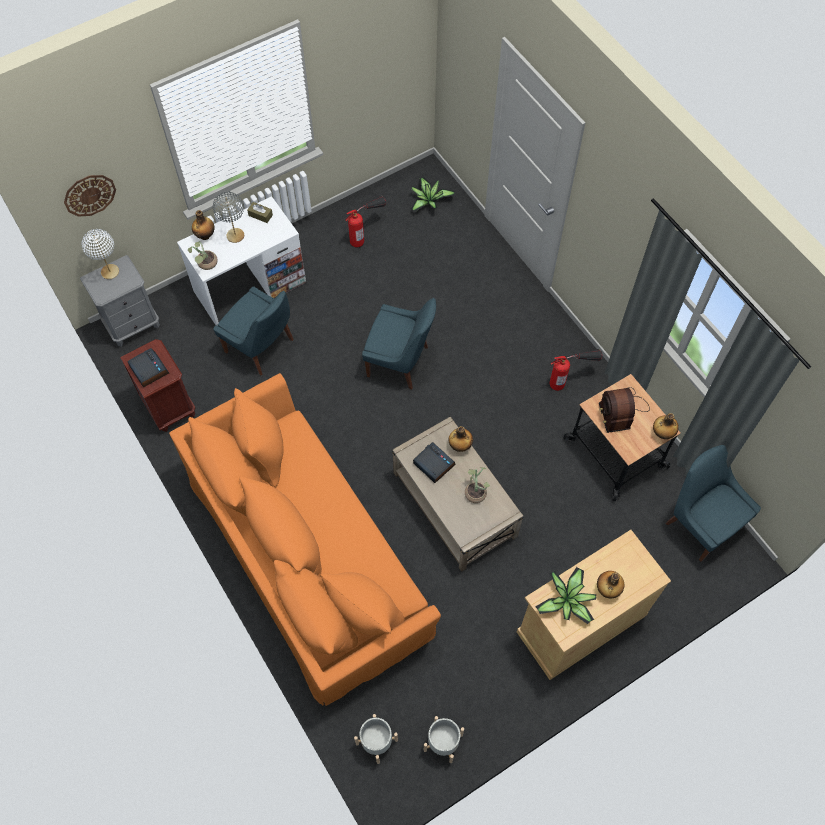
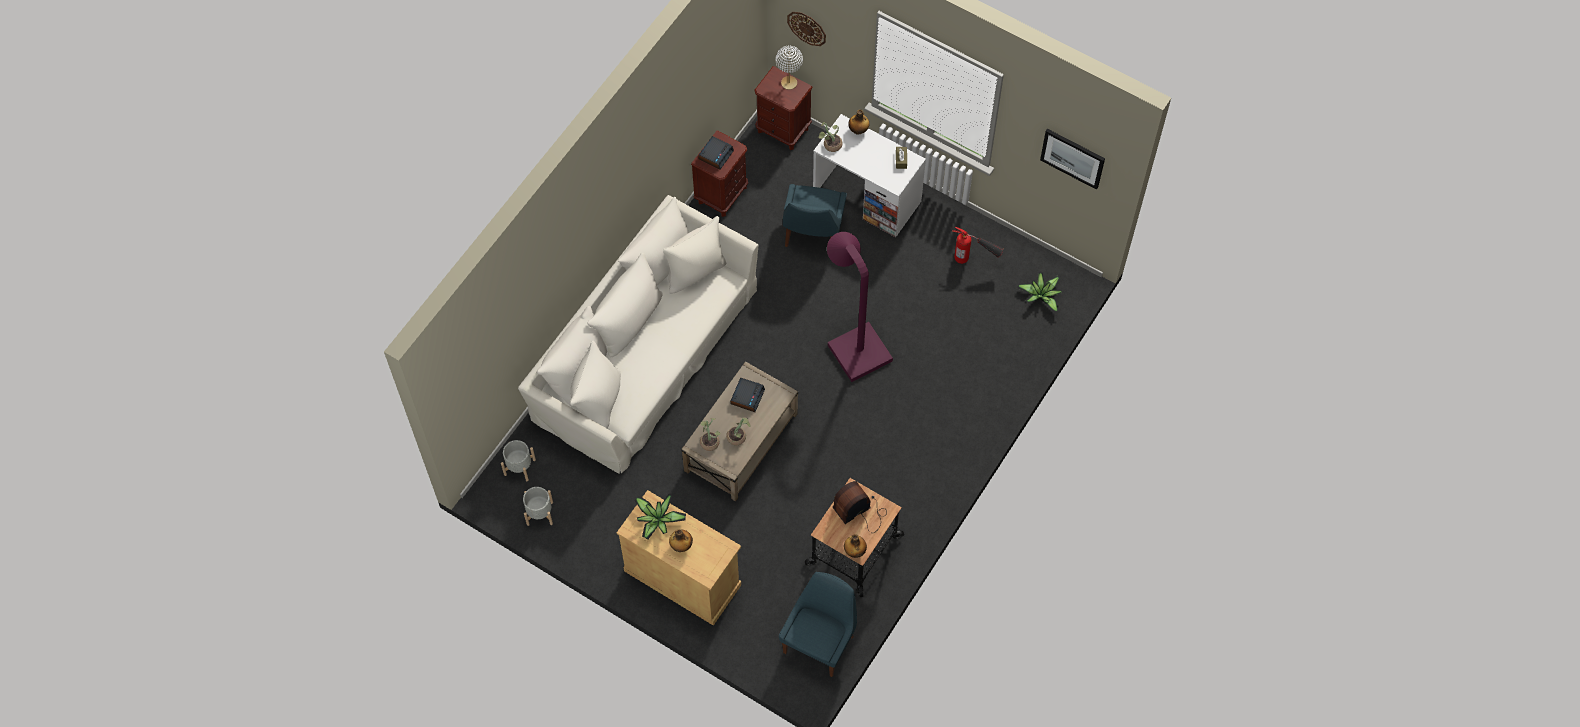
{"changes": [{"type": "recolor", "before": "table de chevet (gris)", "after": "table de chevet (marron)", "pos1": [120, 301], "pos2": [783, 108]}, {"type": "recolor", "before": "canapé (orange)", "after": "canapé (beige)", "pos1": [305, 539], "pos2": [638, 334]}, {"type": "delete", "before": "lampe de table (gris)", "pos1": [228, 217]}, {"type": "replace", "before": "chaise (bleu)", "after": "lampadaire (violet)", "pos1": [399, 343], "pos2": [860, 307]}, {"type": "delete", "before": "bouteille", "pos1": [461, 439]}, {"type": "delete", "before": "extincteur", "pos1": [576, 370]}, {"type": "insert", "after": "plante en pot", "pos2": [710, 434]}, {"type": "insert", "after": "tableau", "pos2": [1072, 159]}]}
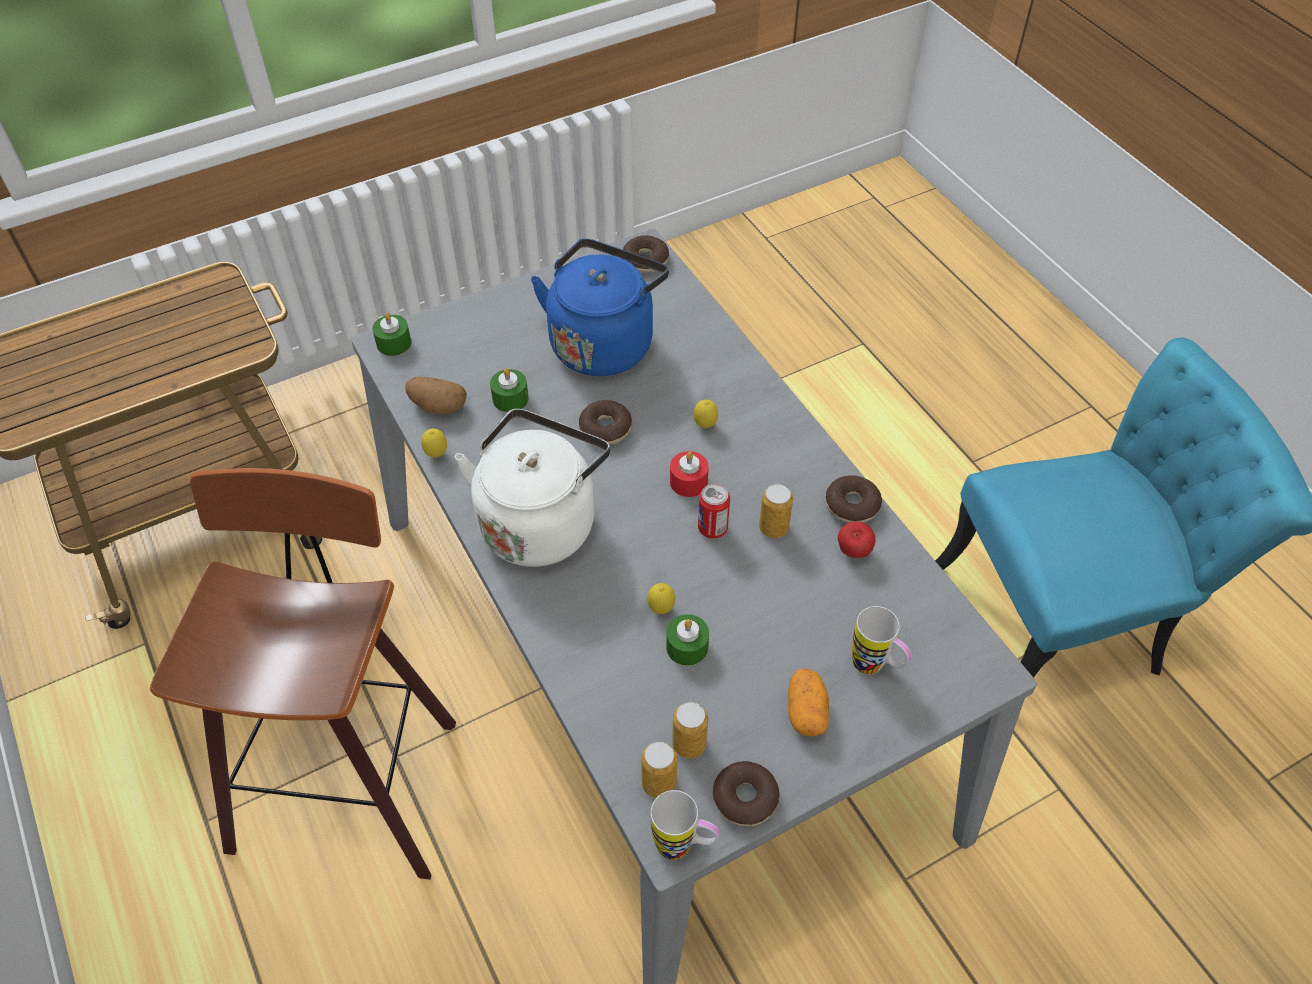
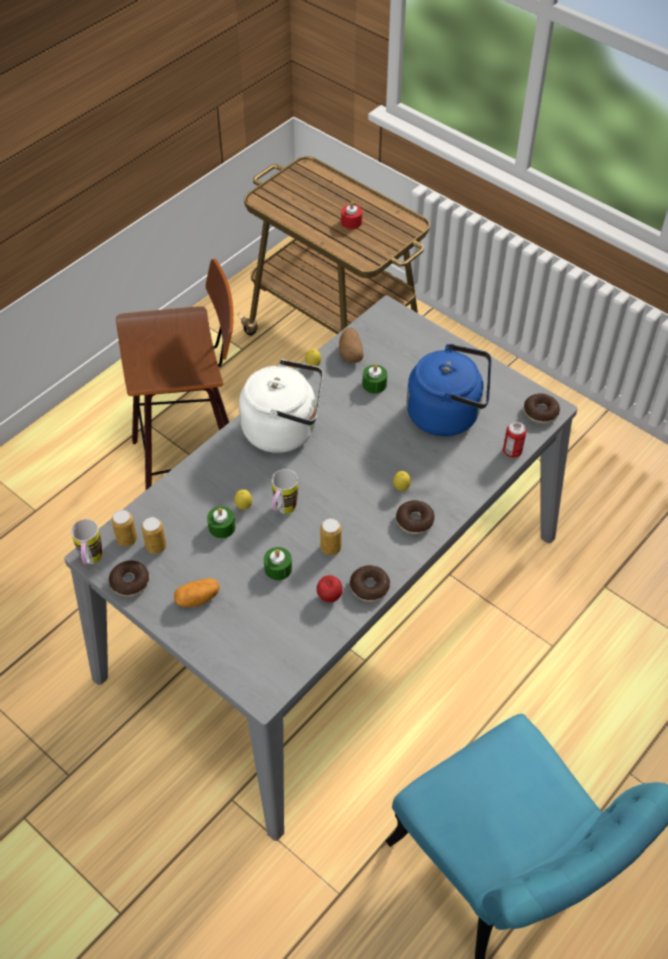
{"changes": [{"type": "move", "before": "bougie (vert)", "pos1": [391, 334], "pos2": [278, 563]}, {"type": "move", "before": "beignet", "pos1": [605, 422], "pos2": [415, 517]}, {"type": "move", "before": "bougie (rouge)", "pos1": [689, 474], "pos2": [351, 215]}, {"type": "move", "before": "boîte métallique", "pos1": [714, 511], "pos2": [515, 439]}, {"type": "move", "before": "mug", "pos1": [881, 640], "pos2": [285, 491]}]}
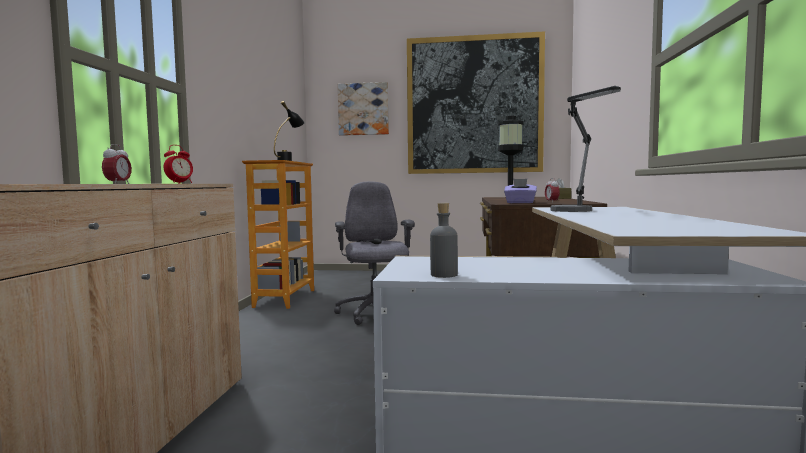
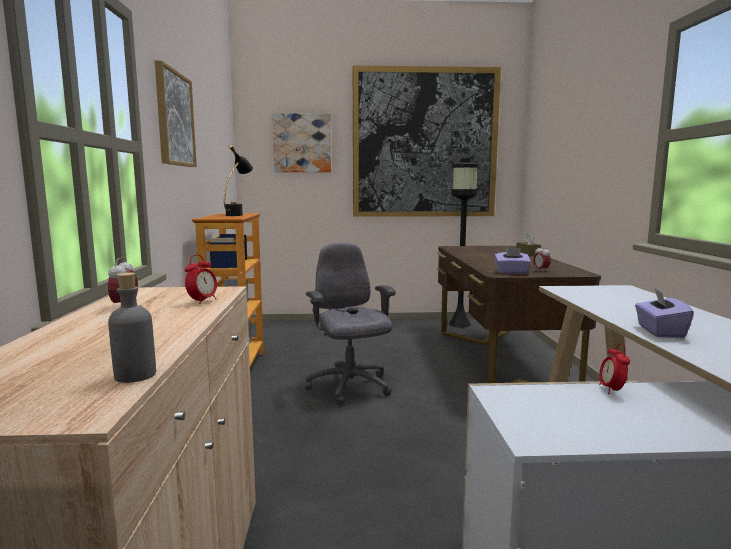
{"changes": [{"type": "move", "before": "bouteille (gris)", "pos1": [444, 240], "pos2": [132, 328]}, {"type": "delete", "before": "lampe de table", "pos1": [586, 149]}, {"type": "insert", "after": "tableau", "pos2": [176, 113]}, {"type": "insert", "after": "réveil", "pos2": [614, 369]}, {"type": "insert", "after": "boîte à mouchoirs (violet)", "pos2": [664, 313]}]}
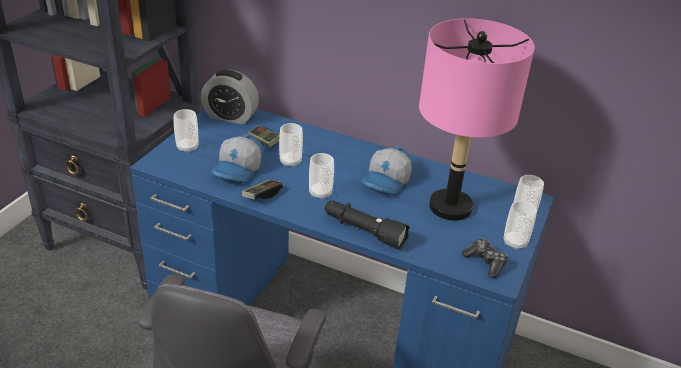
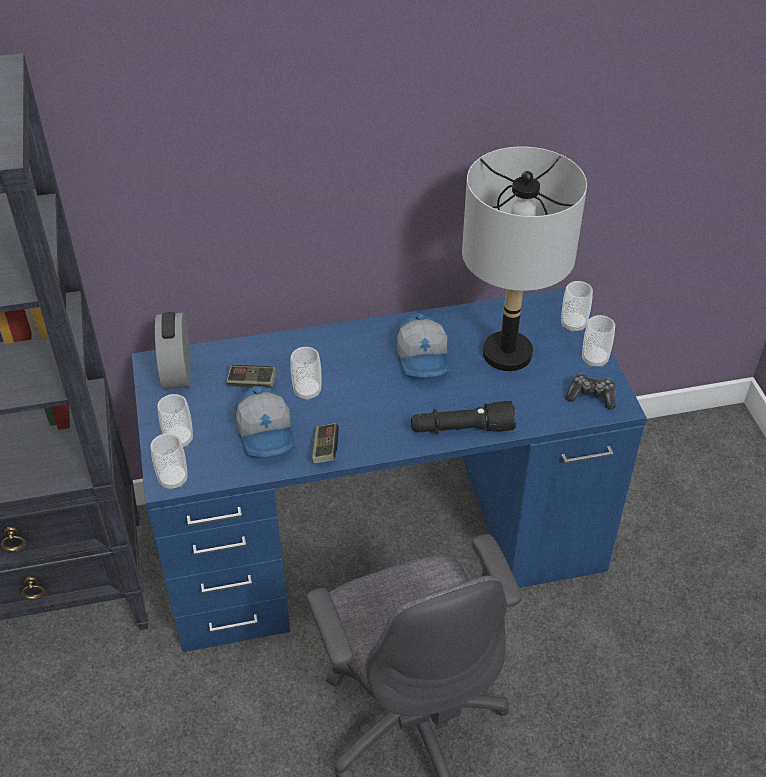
{"changes": [{"type": "rotate", "before": "réveil", "pos1": [230, 97], "pos2": [172, 350], "turn": 105}, {"type": "move", "before": "tasse", "pos1": [321, 176], "pos2": [169, 461]}, {"type": "recolor", "before": "lampe de table (rose)", "after": "lampe de table (gris)", "pos1": [477, 119], "pos2": [524, 258]}]}
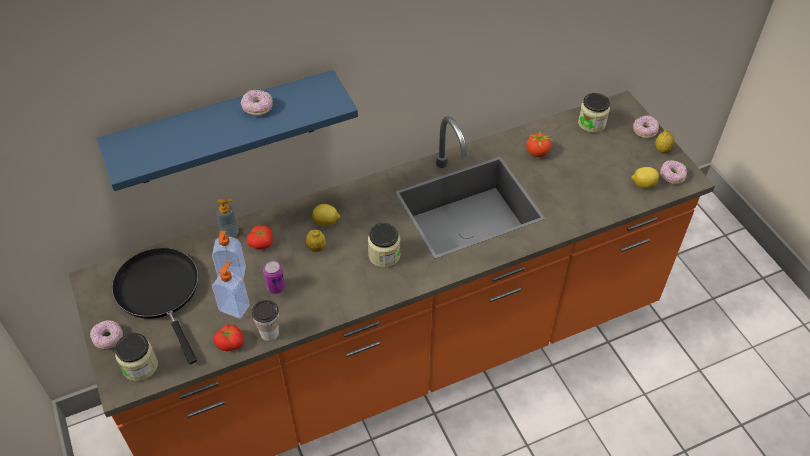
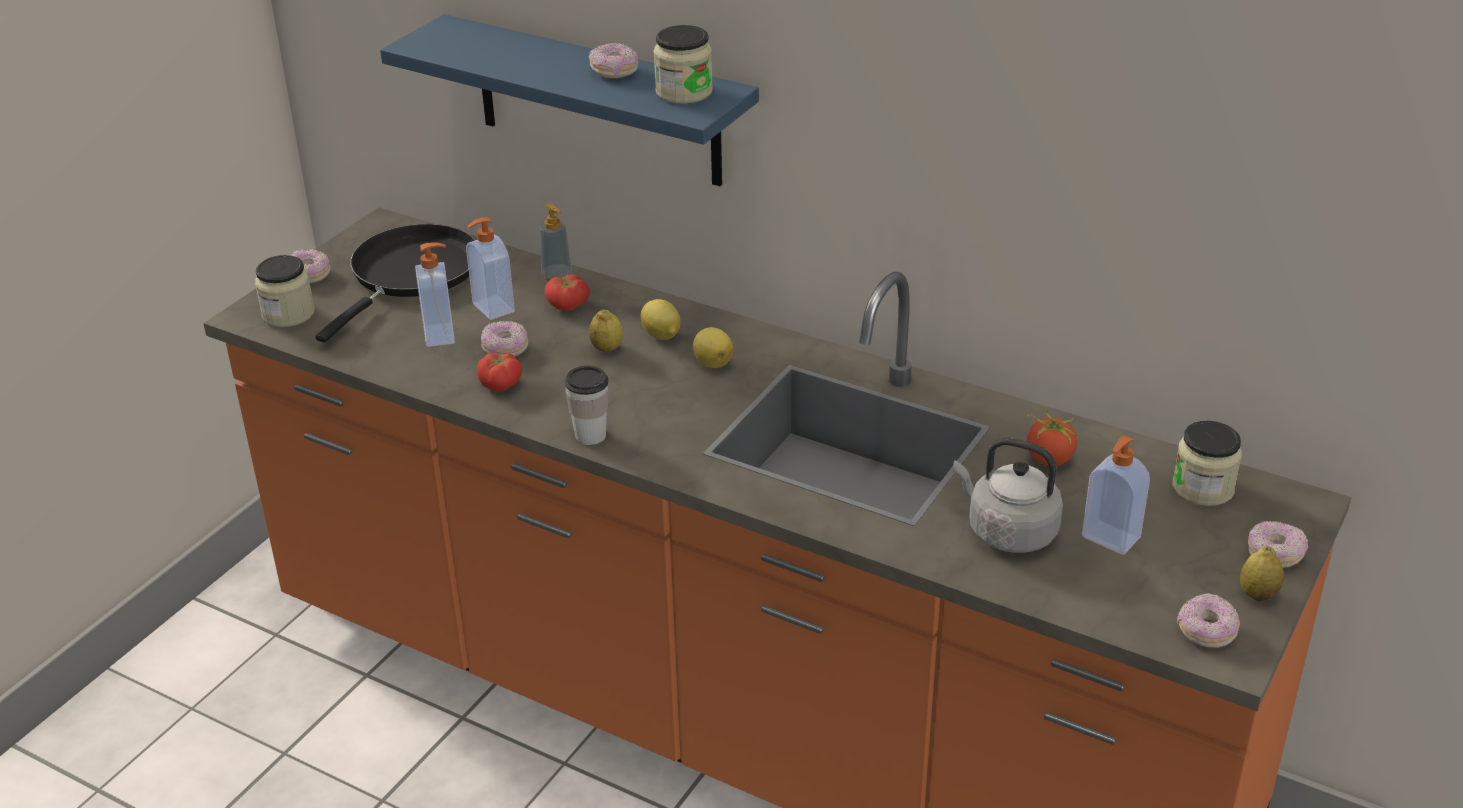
{"changes": [{"type": "move", "before": "tomate", "pos1": [228, 337], "pos2": [499, 372]}, {"type": "move", "before": "tasse", "pos1": [265, 320], "pos2": [587, 405]}, {"type": "replace", "before": "boîte métallique", "after": "beignet", "pos1": [274, 277], "pos2": [504, 338]}, {"type": "move", "before": "bocal", "pos1": [384, 245], "pos2": [683, 64]}, {"type": "move", "before": "citron", "pos1": [645, 178], "pos2": [713, 347]}, {"type": "insert", "after": "bouilloire (gris)", "pos2": [1008, 495]}, {"type": "insert", "after": "distributeur de savon", "pos2": [1116, 495]}]}
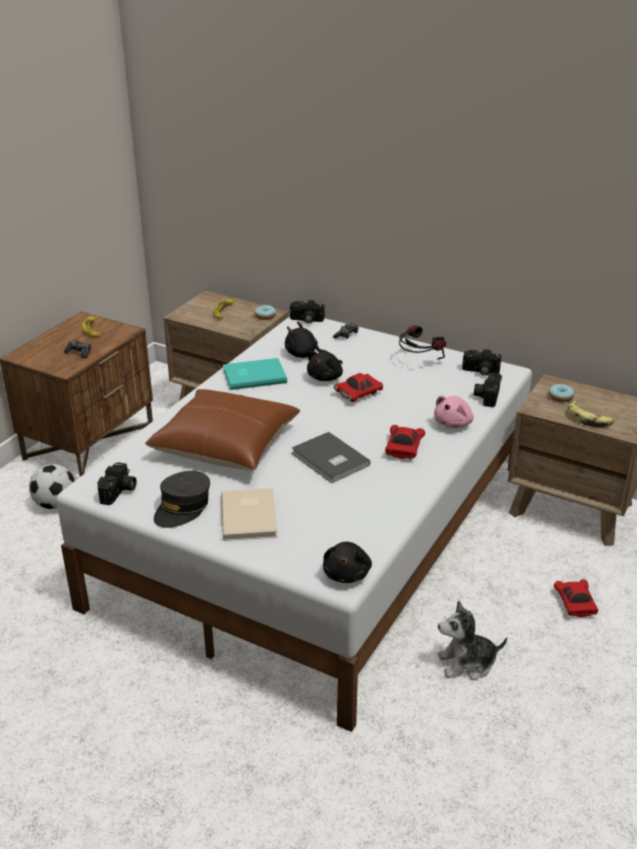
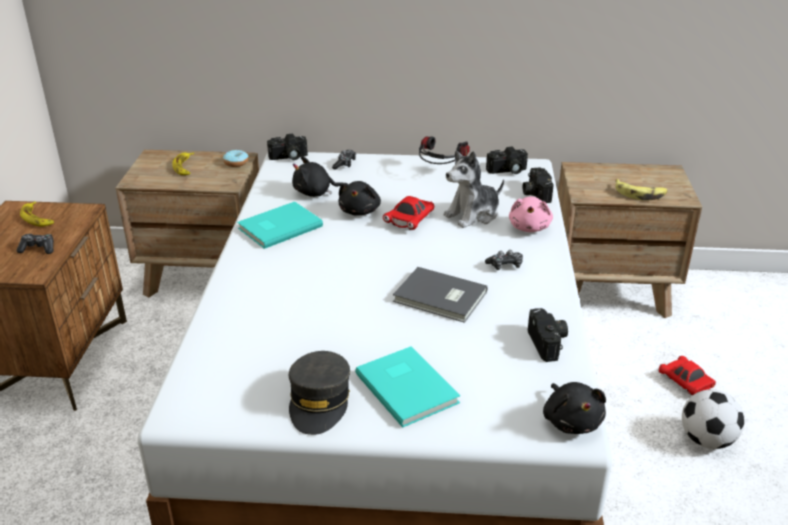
{"changes": [{"type": "move", "before": "ballon de foot", "pos1": [52, 486], "pos2": [713, 419]}, {"type": "move", "before": "appareil photo", "pos1": [117, 483], "pos2": [548, 335]}, {"type": "delete", "before": "coussin (marron)", "pos1": [222, 429]}, {"type": "recolor", "before": "livre (beige)", "after": "livre (turquoise)", "pos1": [249, 514], "pos2": [407, 387]}, {"type": "replace", "before": "petite voiture (rouge)", "after": "manette", "pos1": [405, 442], "pos2": [504, 260]}, {"type": "move", "before": "peluche", "pos1": [472, 640], "pos2": [473, 189]}, {"type": "delete", "before": "beignet", "pos1": [561, 393]}]}
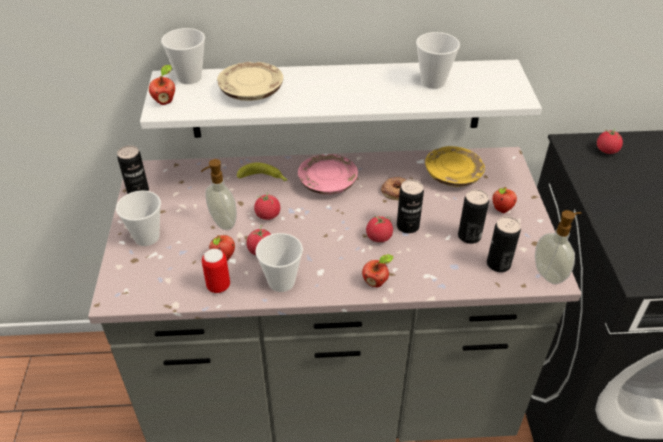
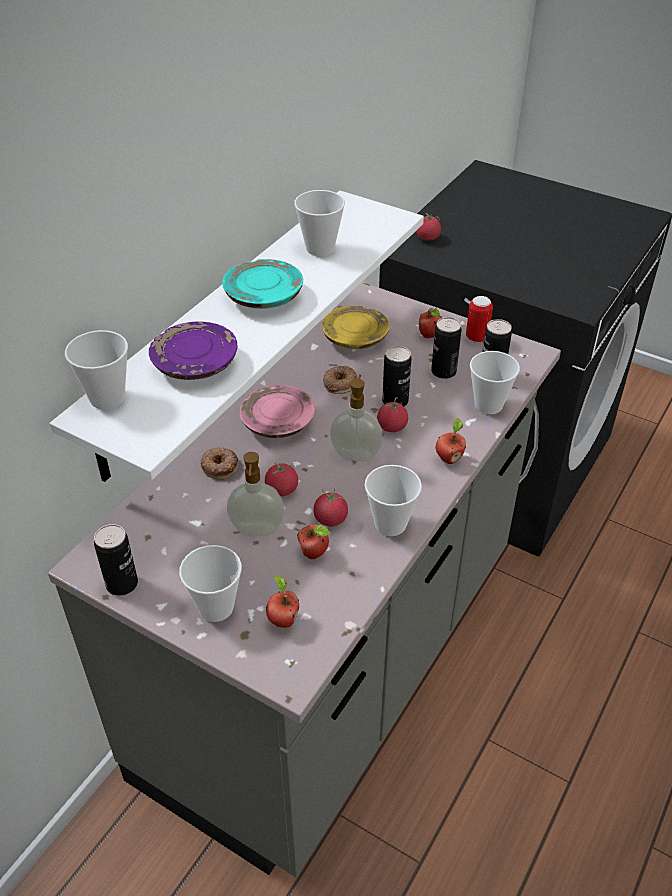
{"changes": [{"type": "move", "before": "pomme", "pos1": [162, 85], "pos2": [282, 601]}, {"type": "move", "before": "boîte métallique", "pos1": [216, 271], "pos2": [479, 319]}, {"type": "recolor", "before": "assiette (beige)", "after": "assiette (violet)", "pos1": [250, 81], "pos2": [193, 351]}, {"type": "replace", "before": "banane", "after": "beignet", "pos1": [262, 171], "pos2": [219, 463]}, {"type": "move", "before": "distributeur de savon", "pos1": [558, 247], "pos2": [356, 418]}, {"type": "insert", "after": "assiette (turquoise)", "pos2": [262, 284]}, {"type": "insert", "after": "tasse", "pos2": [495, 382]}]}
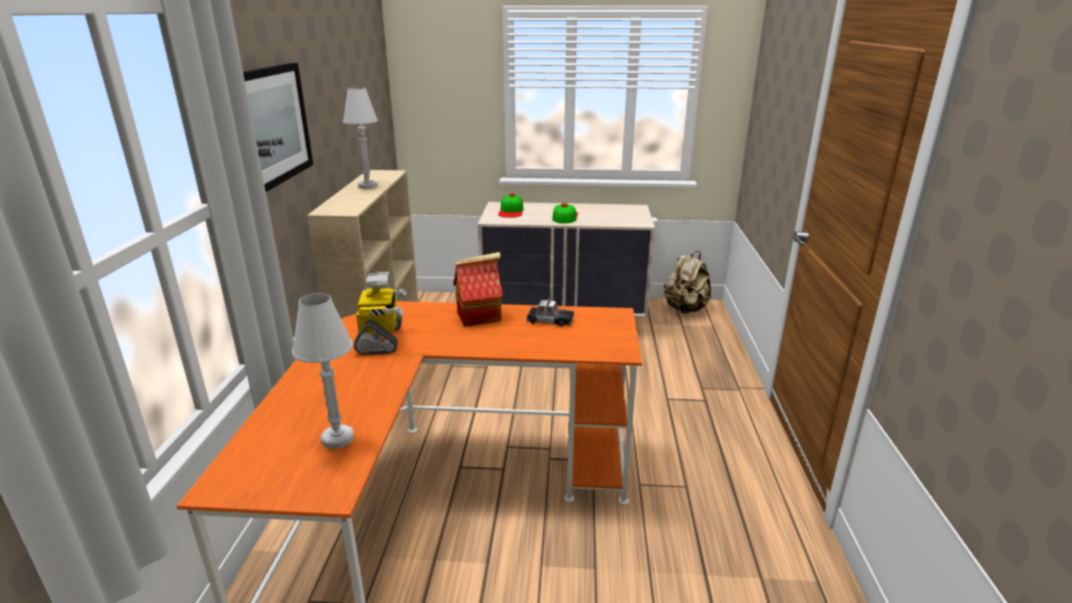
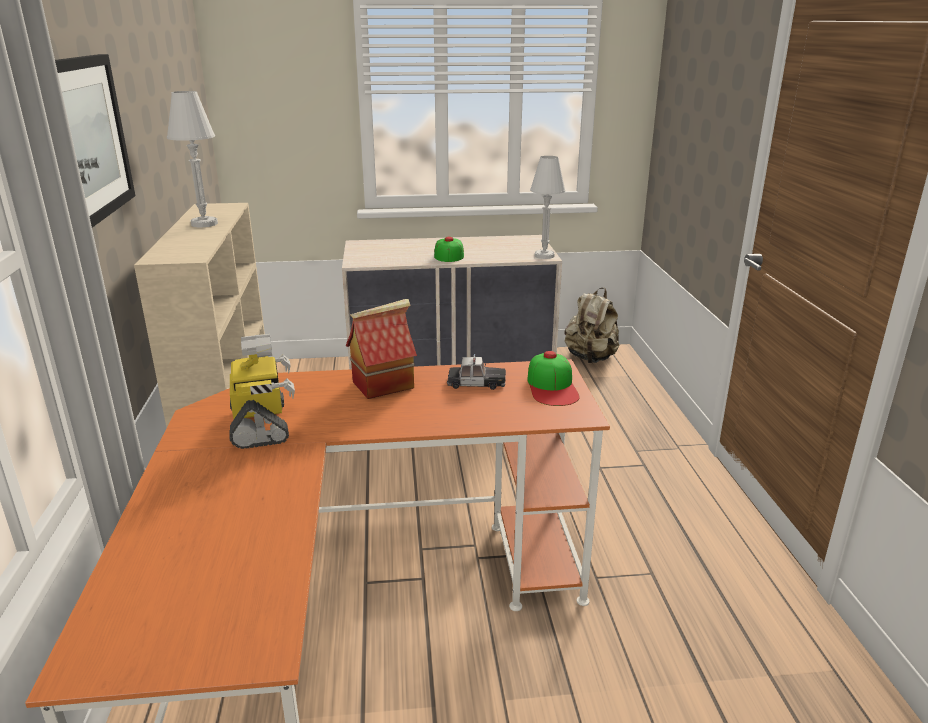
{"changes": [{"type": "move", "before": "lampe de table (blanc)", "pos1": [323, 371], "pos2": [547, 207]}, {"type": "move", "before": "casquette", "pos1": [511, 206], "pos2": [553, 378]}]}
